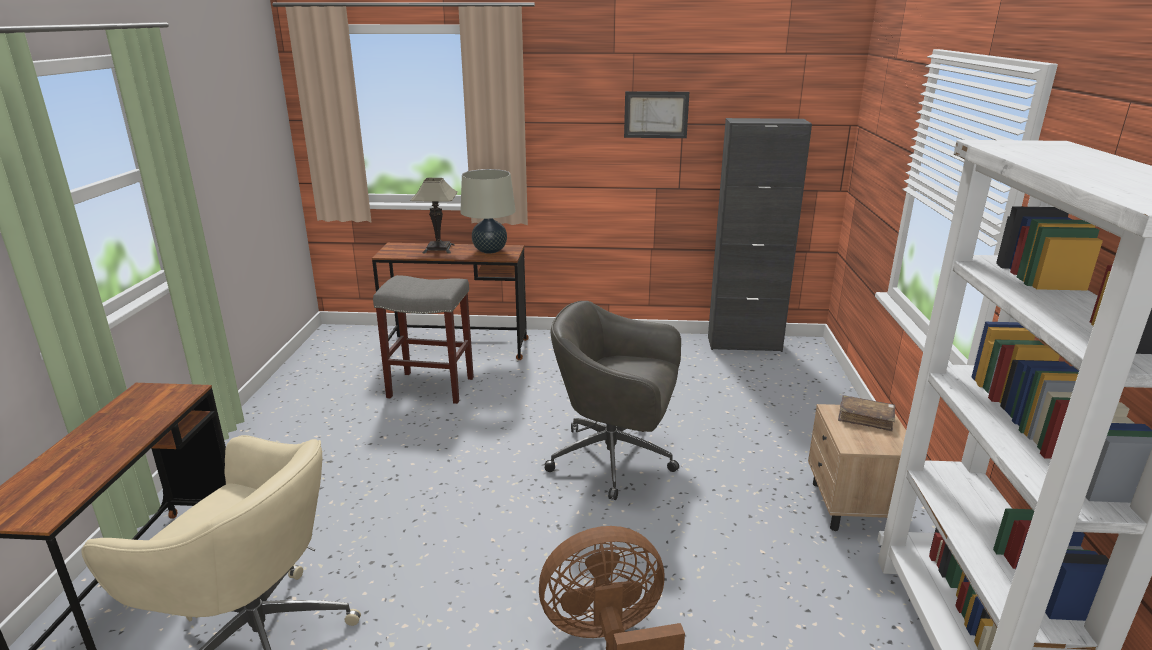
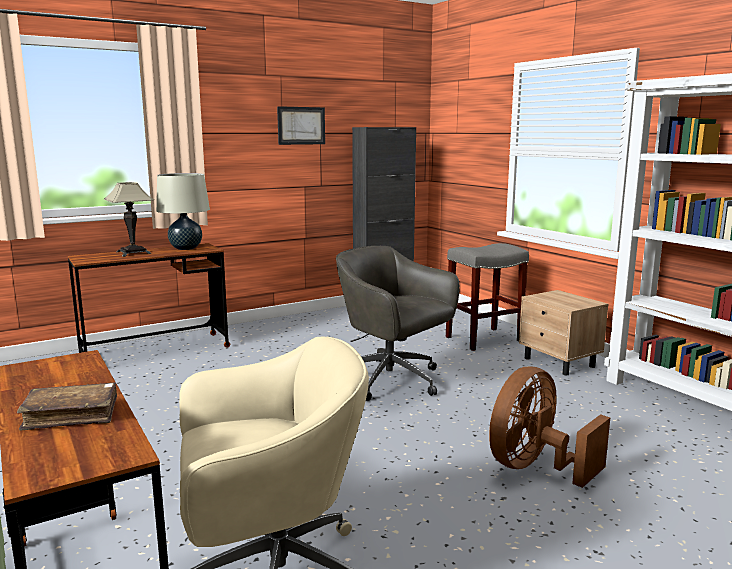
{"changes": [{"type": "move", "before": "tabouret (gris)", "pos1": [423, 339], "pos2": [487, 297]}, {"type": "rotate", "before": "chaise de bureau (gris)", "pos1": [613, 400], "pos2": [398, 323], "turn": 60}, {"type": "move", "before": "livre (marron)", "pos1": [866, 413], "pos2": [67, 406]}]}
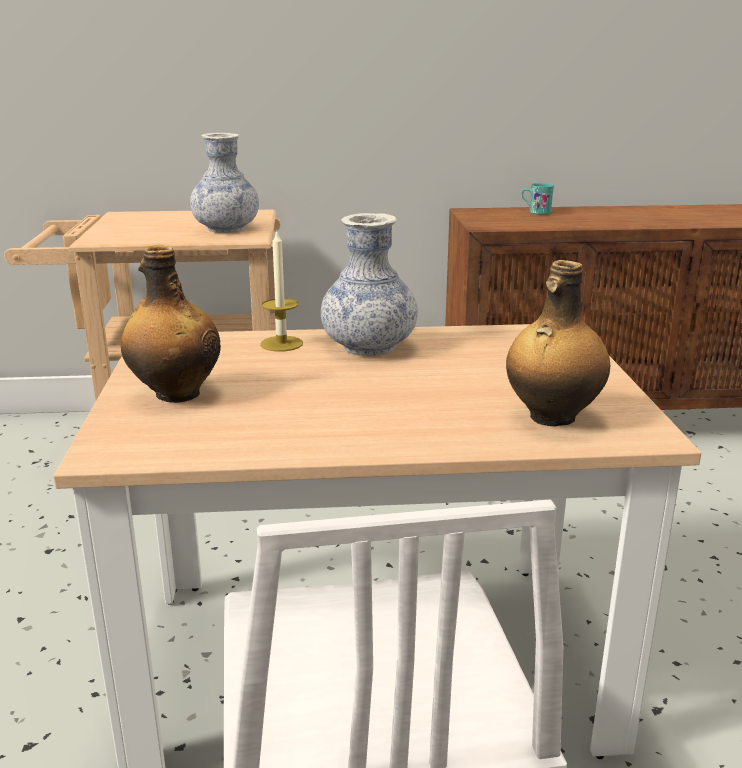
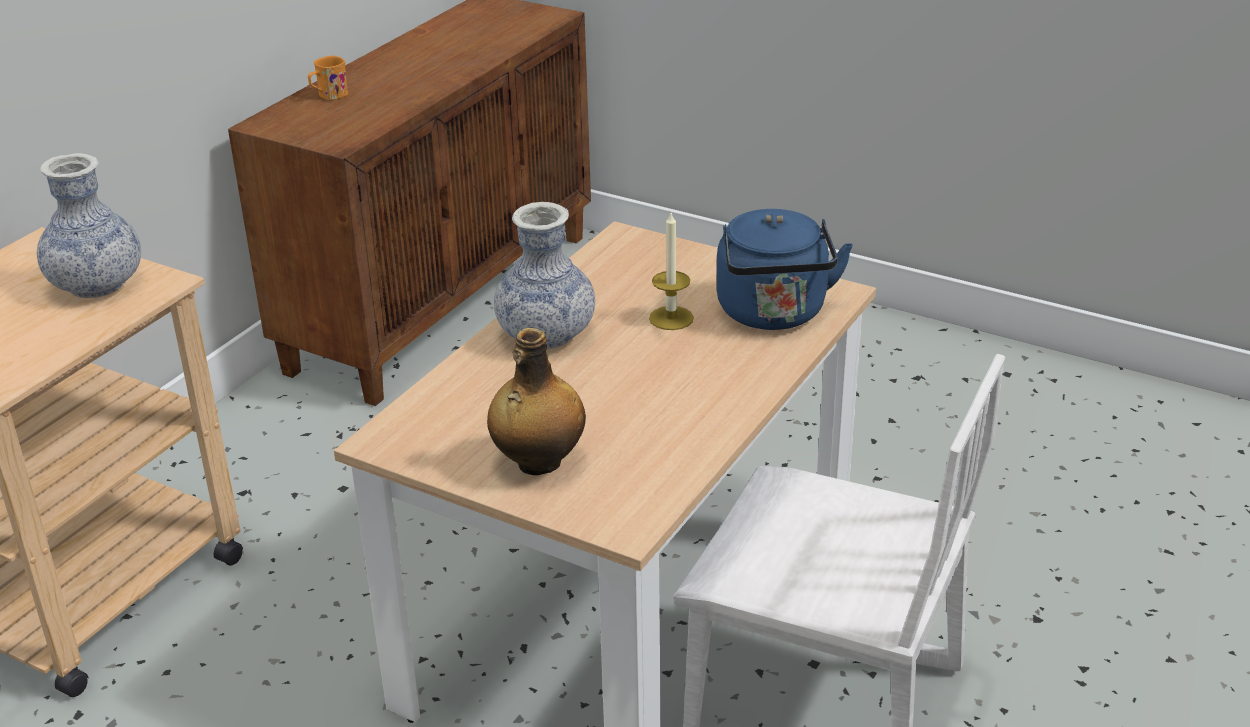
{"changes": [{"type": "move", "before": "bougie", "pos1": [281, 290], "pos2": [671, 271]}, {"type": "replace", "before": "bouteille", "after": "bouilloire (bleu)", "pos1": [558, 343], "pos2": [784, 269]}, {"type": "recolor", "before": "mug (turquoise)", "after": "mug (orange)", "pos1": [538, 198], "pos2": [328, 78]}]}
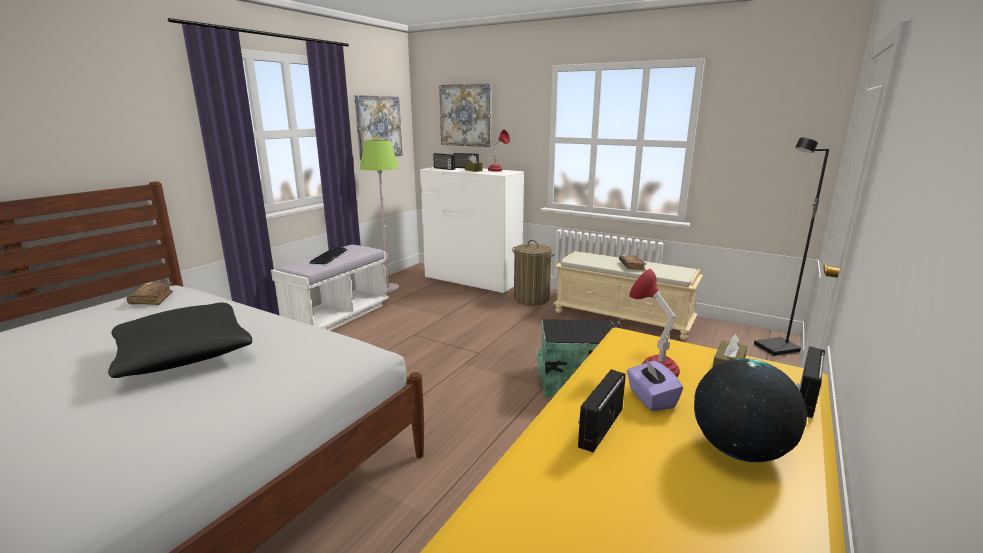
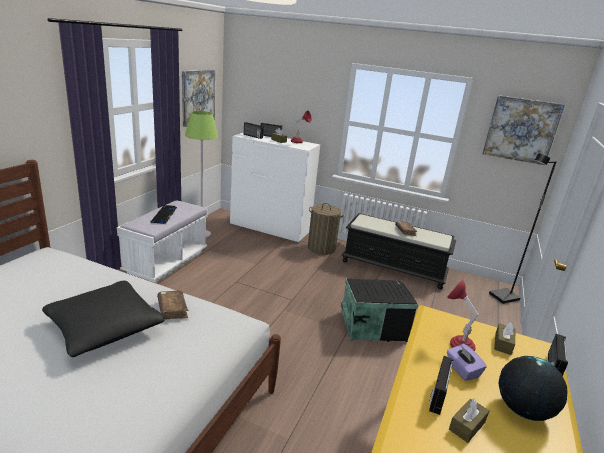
{"changes": [{"type": "move", "before": "livre (marron)", "pos1": [150, 293], "pos2": [172, 304]}, {"type": "move", "before": "tableau", "pos1": [465, 115], "pos2": [524, 130]}, {"type": "recolor", "before": "banc (beige)", "after": "banc (noir)", "pos1": [628, 295], "pos2": [399, 251]}, {"type": "insert", "after": "boîte à mouchoirs (marron)", "pos2": [469, 421]}]}
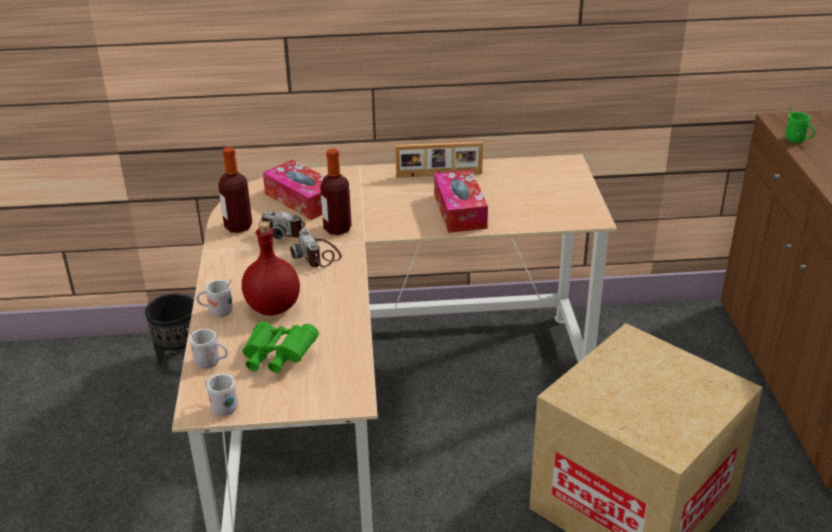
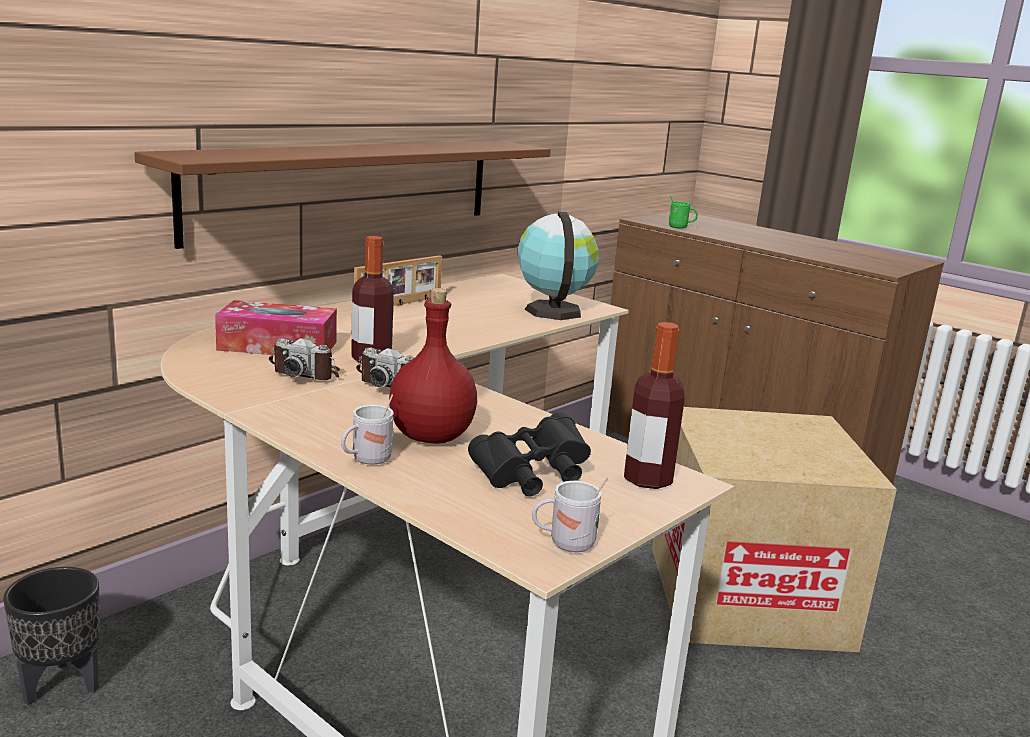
{"changes": [{"type": "delete", "before": "mug (blanc)", "pos1": [207, 348]}, {"type": "move", "before": "bouteille", "pos1": [235, 190], "pos2": [654, 405]}, {"type": "recolor", "before": "jumelles (vert)", "after": "jumelles (noir)", "pos1": [280, 347], "pos2": [529, 454]}, {"type": "rotate", "before": "appareil photo", "pos1": [282, 225], "pos2": [304, 359], "turn": 45}, {"type": "delete", "before": "boîte à mouchoirs", "pos1": [461, 201]}, {"type": "insert", "after": "étagère (marron)", "pos2": [342, 195]}, {"type": "insert", "after": "globe", "pos2": [558, 266]}]}
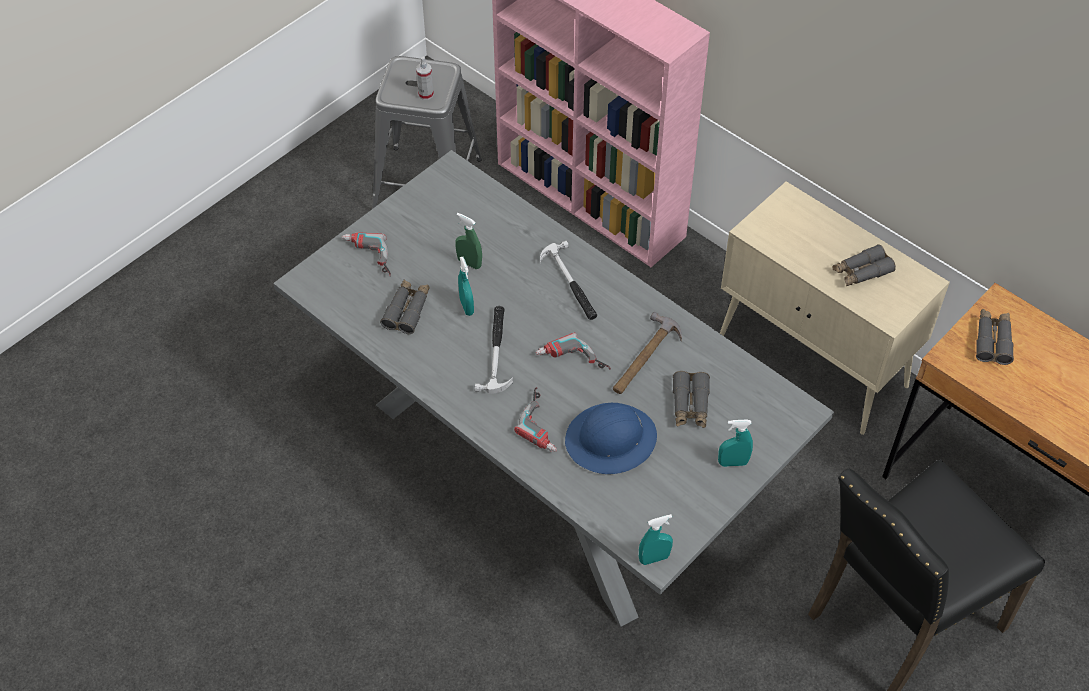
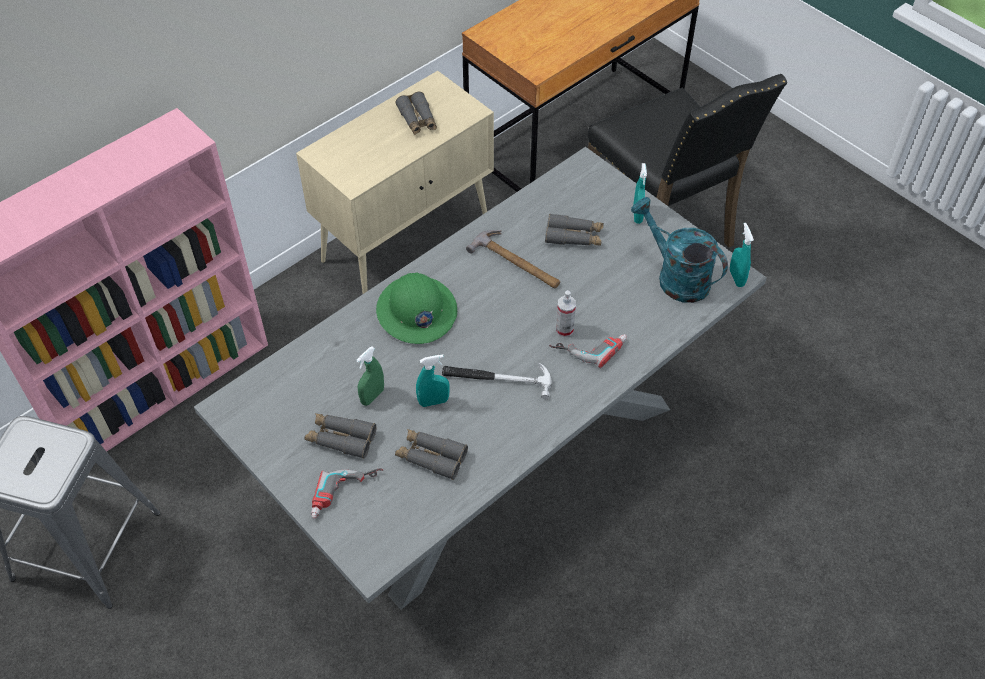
{"changes": [{"type": "move", "before": "vaporisateur", "pos1": [425, 78], "pos2": [566, 313]}, {"type": "delete", "before": "perceuse", "pos1": [573, 351]}, {"type": "replace", "before": "marteau", "after": "casque de chantier (vert)", "pos1": [568, 280], "pos2": [416, 308]}, {"type": "delete", "before": "casque de chantier (bleu)", "pos1": [611, 438]}, {"type": "move", "before": "jumelles (gris)", "pos1": [995, 337], "pos2": [341, 436]}, {"type": "insert", "after": "arrosoir (turquoise)", "pos2": [679, 250]}]}
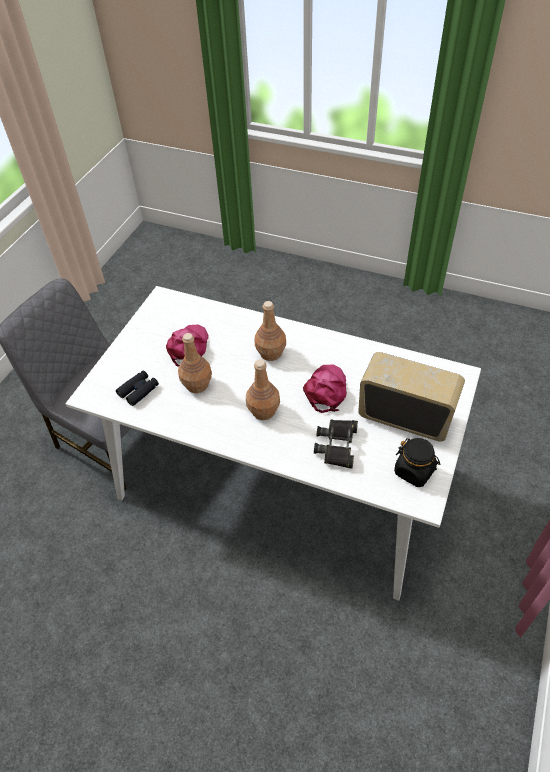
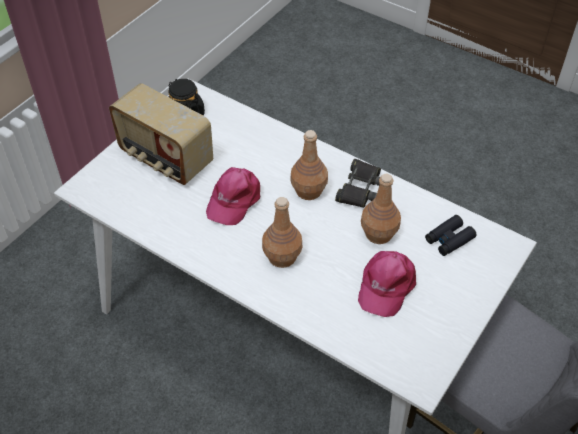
{"changes": [{"type": "move", "before": "jumelles (noir)", "pos1": [336, 444], "pos2": [358, 183]}]}
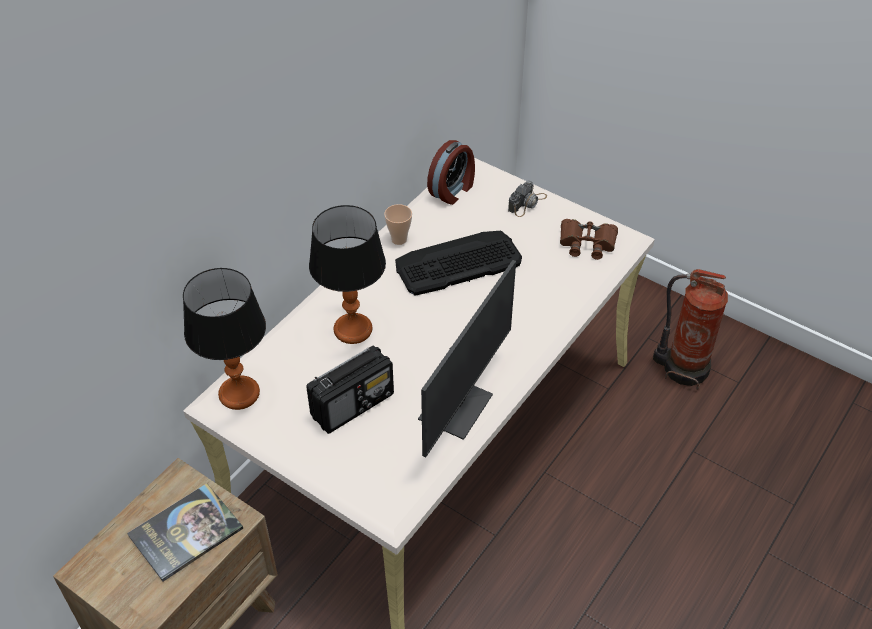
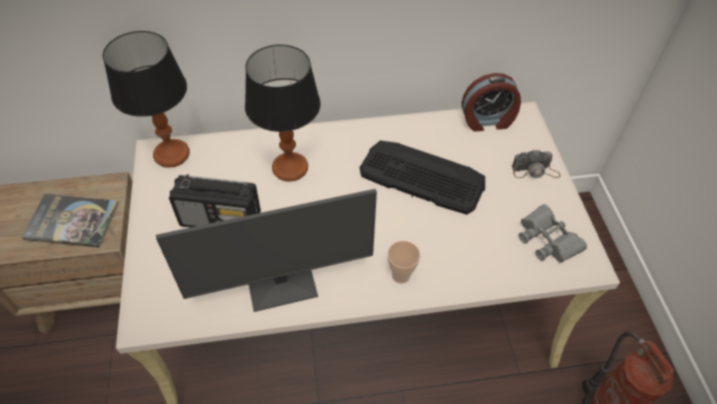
{"changes": [{"type": "move", "before": "tasse", "pos1": [398, 224], "pos2": [403, 262]}, {"type": "recolor", "before": "jumelles (marron)", "after": "jumelles (gris)", "pos1": [589, 239], "pos2": [553, 233]}]}
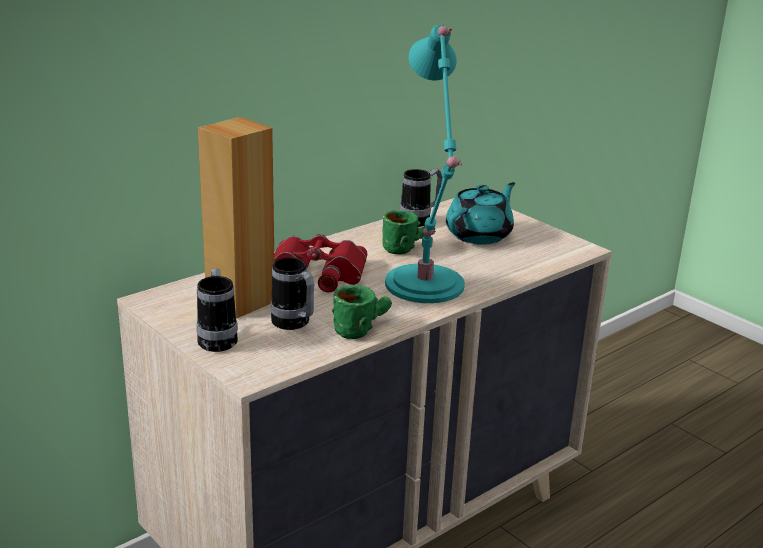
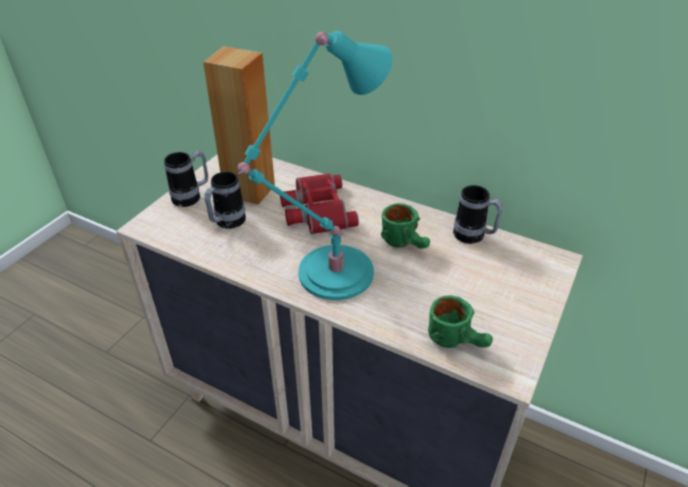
{"changes": [{"type": "move", "before": "mug (vert)", "pos1": [362, 312], "pos2": [460, 321]}, {"type": "delete", "before": "théière (turquoise)", "pos1": [480, 213]}]}
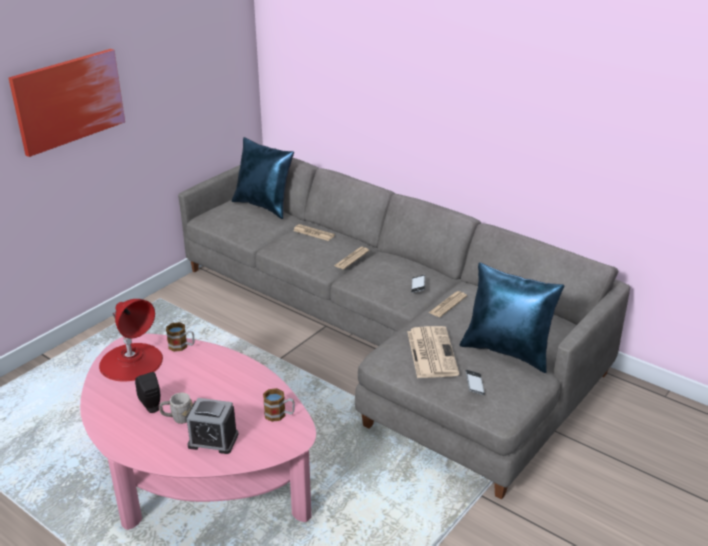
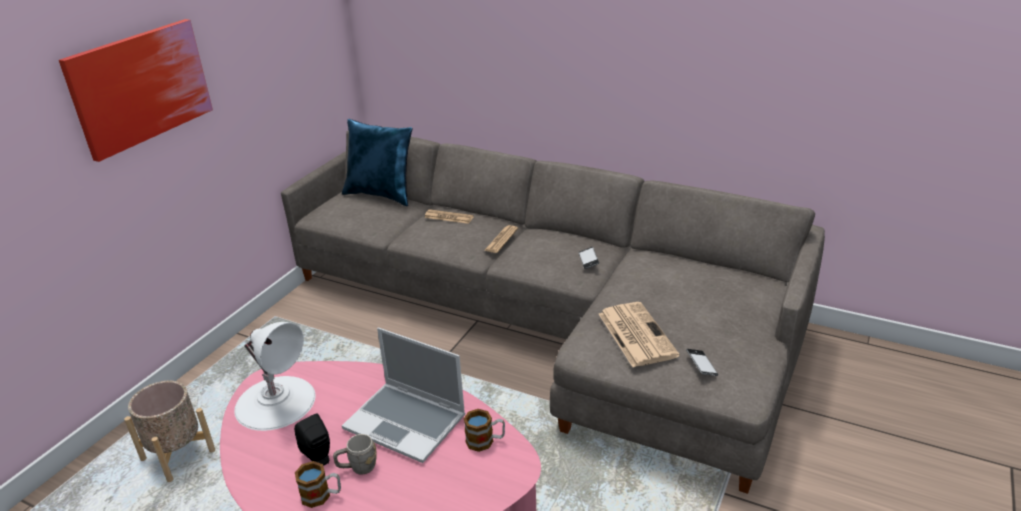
{"changes": [{"type": "recolor", "before": "lampe de table (rouge)", "after": "lampe de table (blanc)", "pos1": [131, 340], "pos2": [275, 376]}, {"type": "move", "before": "mug", "pos1": [180, 337], "pos2": [318, 484]}, {"type": "delete", "before": "réveil", "pos1": [212, 426]}, {"type": "delete", "before": "journal", "pos1": [448, 304]}, {"type": "delete", "before": "coussin (bleu)", "pos1": [512, 317]}, {"type": "insert", "after": "cache-pot (beige)", "pos2": [169, 431]}, {"type": "insert", "after": "ordinateur portable", "pos2": [403, 395]}]}
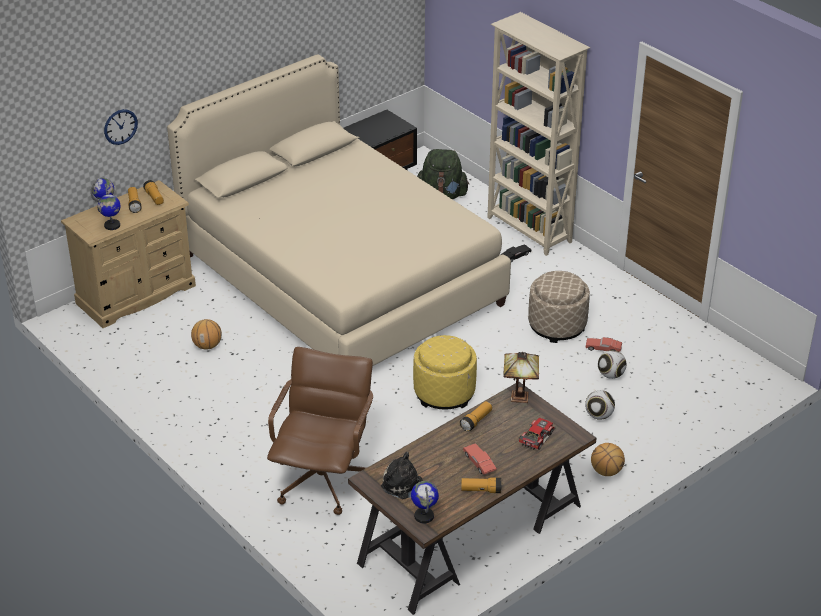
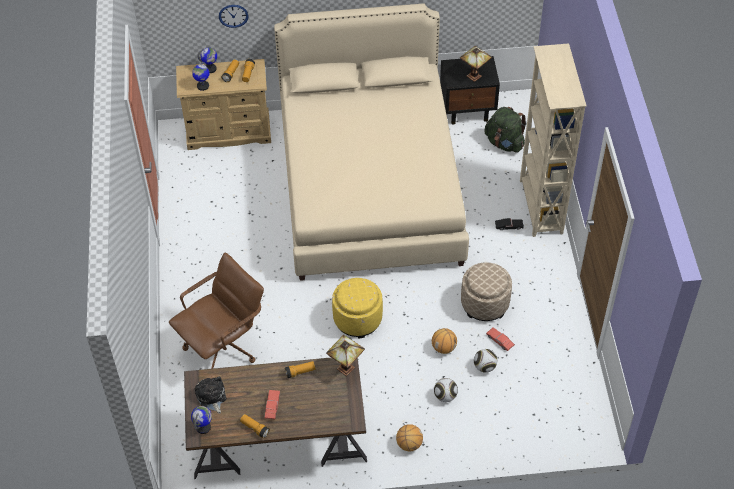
{"changes": [{"type": "move", "before": "ballon de basket", "pos1": [206, 334], "pos2": [444, 341]}, {"type": "delete", "before": "petite voiture", "pos1": [537, 434]}, {"type": "insert", "after": "lampe de table", "pos2": [476, 64]}]}
